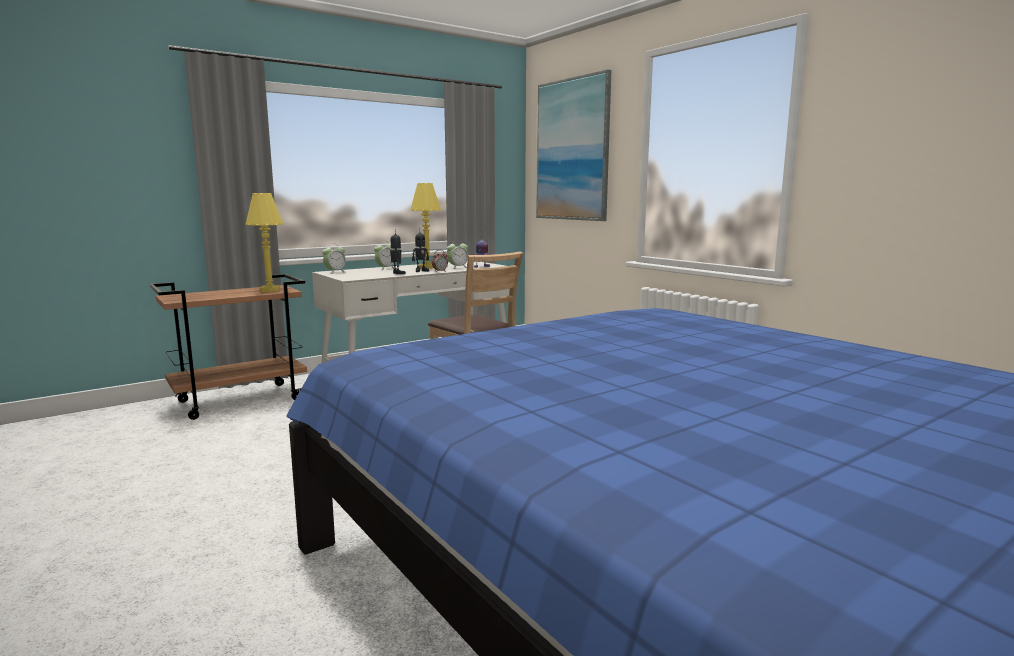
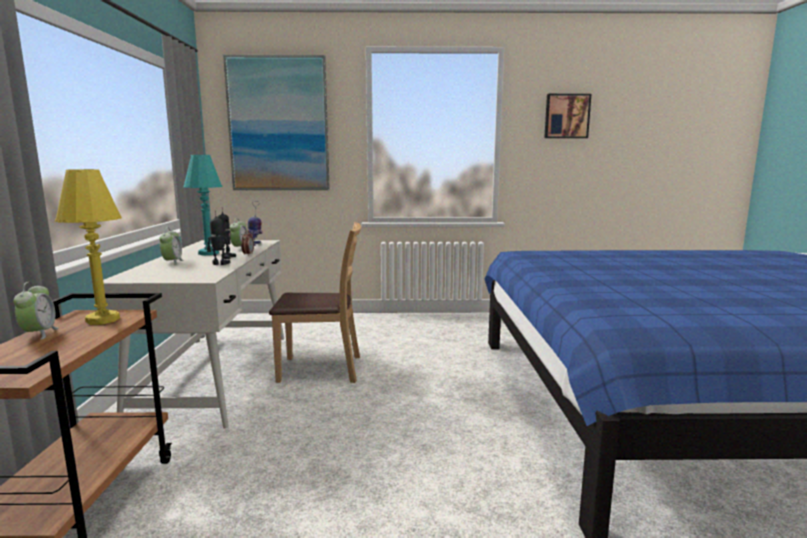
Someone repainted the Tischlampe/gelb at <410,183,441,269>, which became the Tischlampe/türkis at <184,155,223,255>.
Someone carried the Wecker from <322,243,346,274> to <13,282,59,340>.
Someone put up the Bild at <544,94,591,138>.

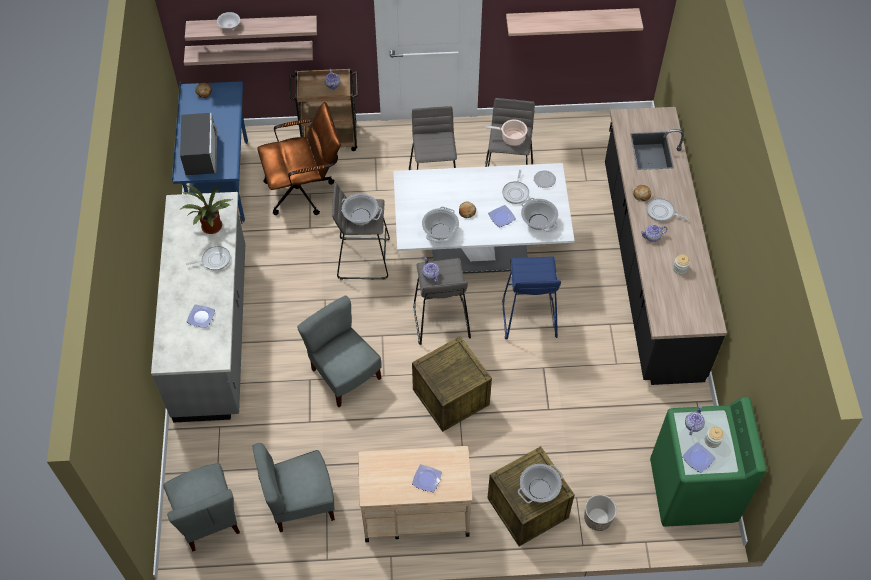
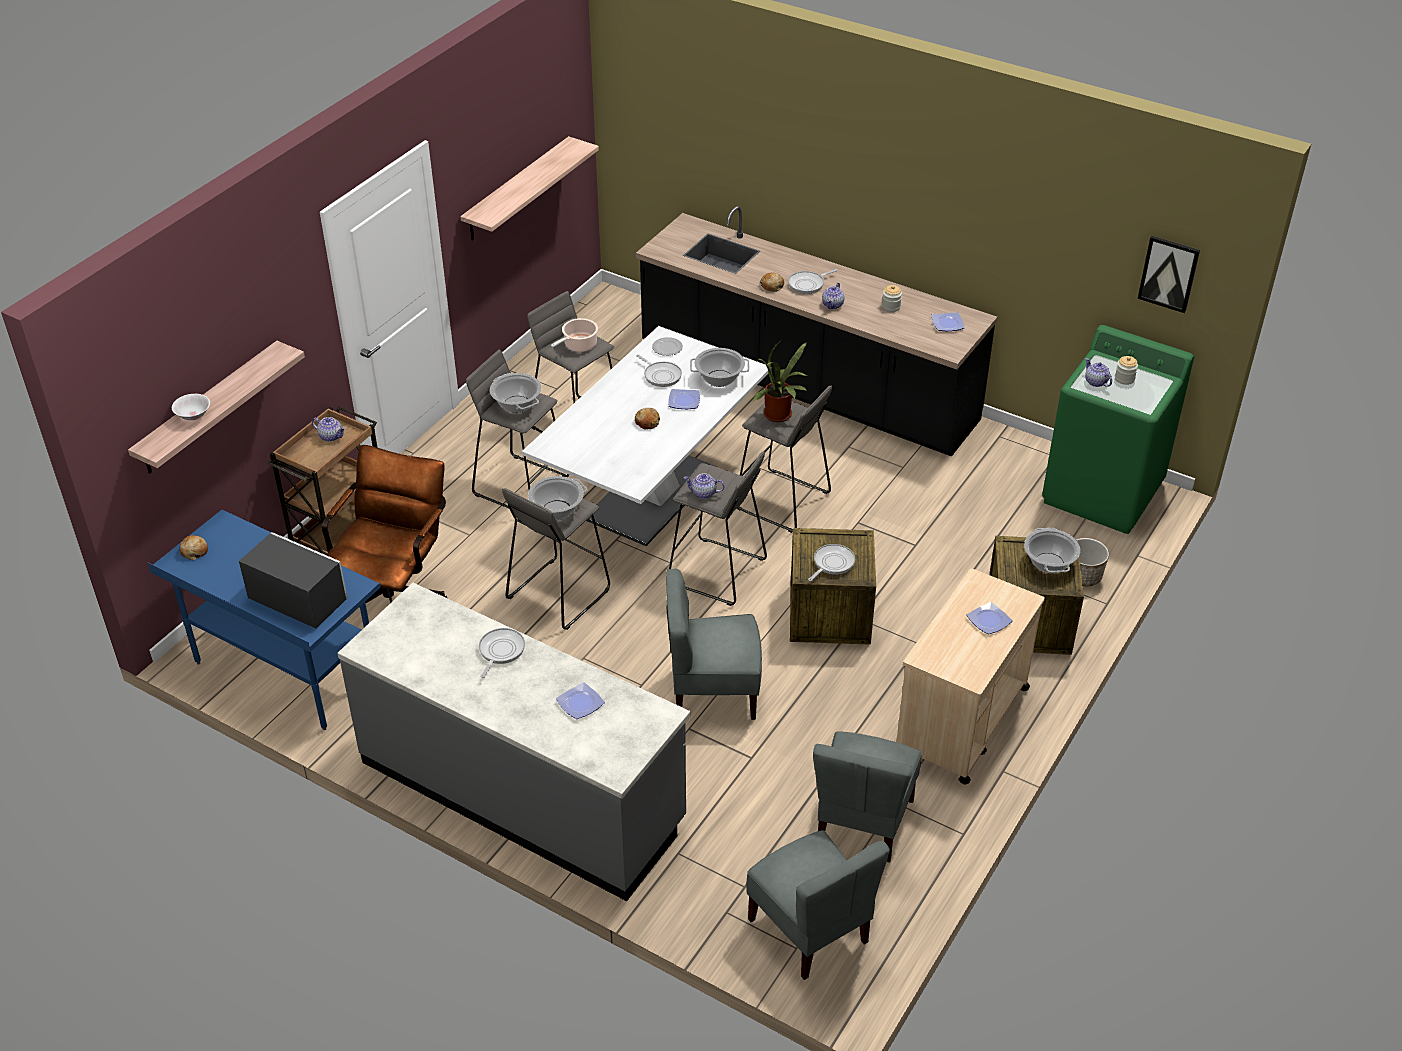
Someone took away the Wandregal at <184,41,313,66>.
Someone carried the Topfpflanze from <179,185,232,234> to <753,342,807,422>.
Someone carried the Kochtopf from <422,207,459,243> to <490,373,541,413>.
Someone repainted the Hocker/blau at <502,257,561,340>, which became the Hocker/grau at <737,386,832,533>.
Someone carried the Teller from <682,442,716,473> to <932,312,965,331>.
Someone rotated the Stuhl/grau at <163,463,240,552> by 45 degrees clockwise.
Someone put up the Bild at <1138,236,1200,313>.
Someone put down the Pfanne at <808,544,855,581>.

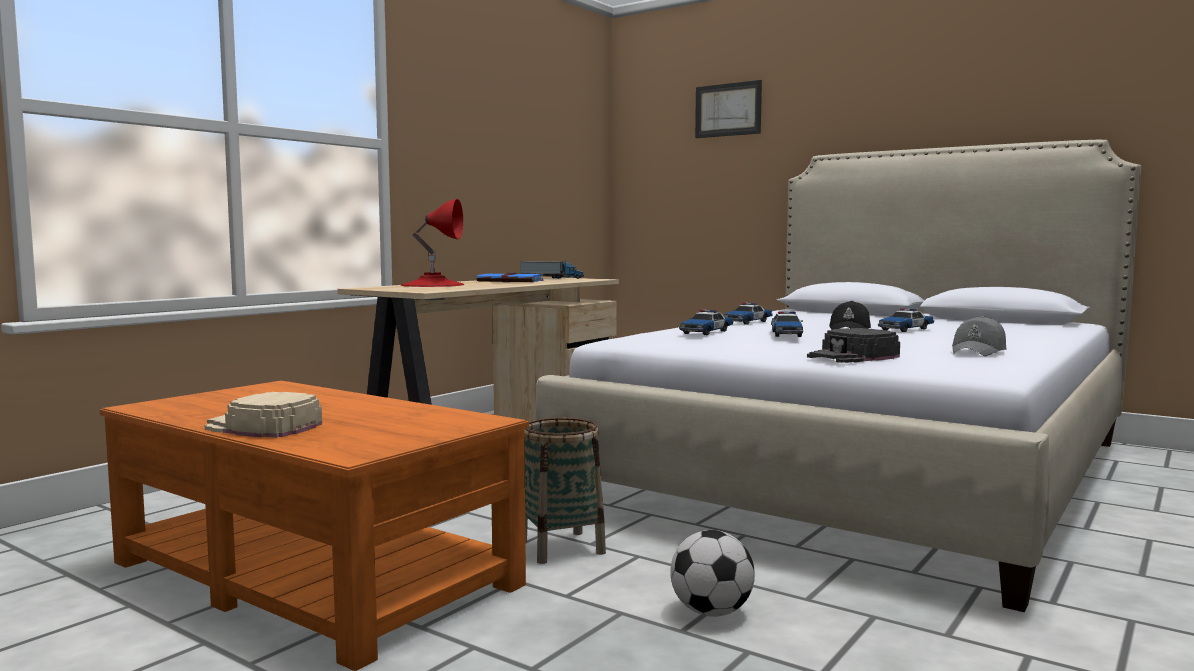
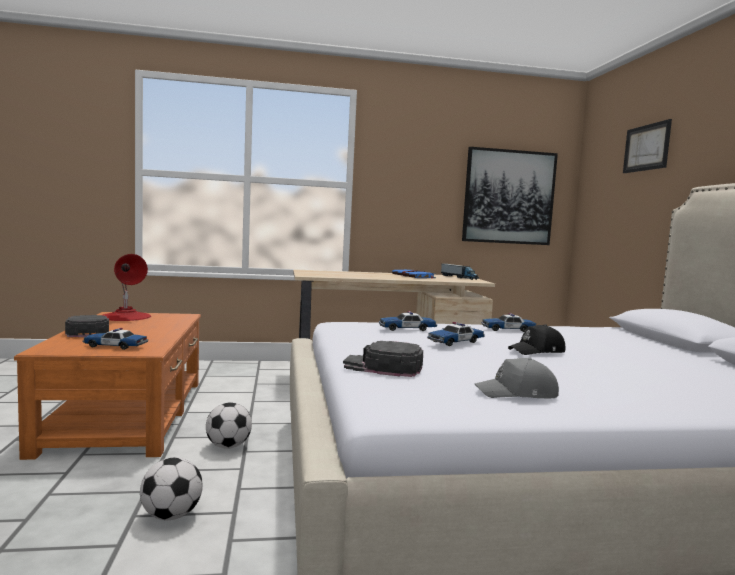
Someone carried the Tischlampe/rot from <401,199,464,287> to <103,254,151,321>.
Someone carried the Spielzeugauto from <878,308,934,332> to <82,328,148,350>.
Someone repainted the Kappe/beige at <204,392,322,438>, which became the Kappe/schwarz at <65,315,109,337>.
Someone swapped the Korb at <524,417,606,564> for the Fußball at <206,402,252,449>.
Someone put up the Bild at <462,147,558,245>.

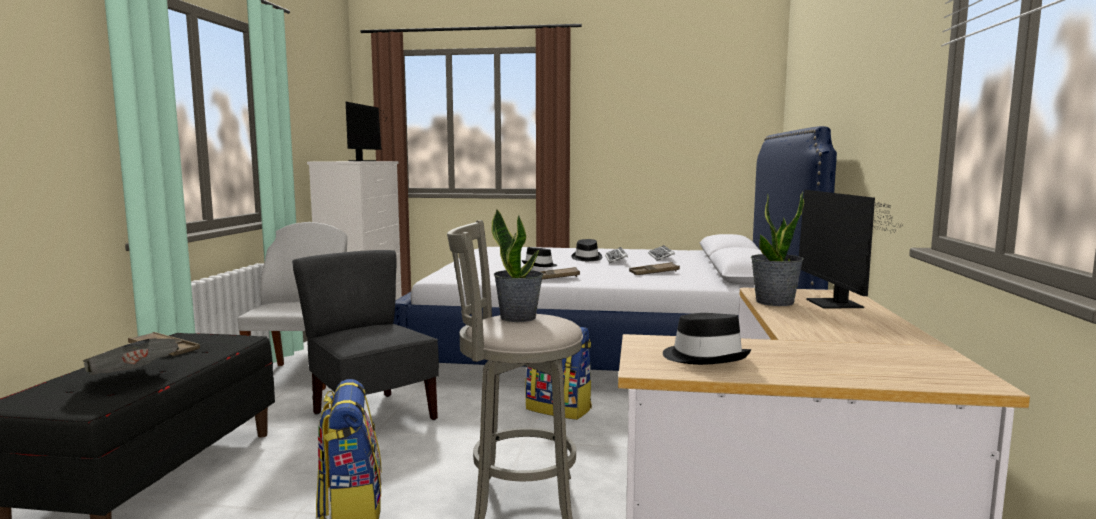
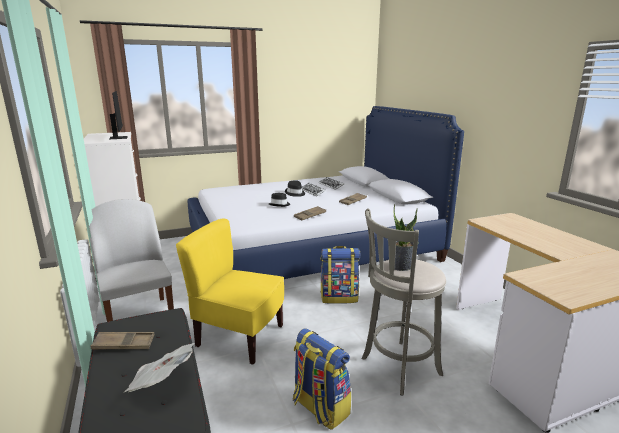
Someone took away the Monitor at <799,190,902,308>.
Someone took away the Topfpflanze at <751,192,804,306>.
Someone repainted the Stuhl/grau at <292,250,439,420>, which became the Stuhl/gelb at <176,219,284,365>.
Someone took away the Hut/schwarz at <663,313,751,365>.

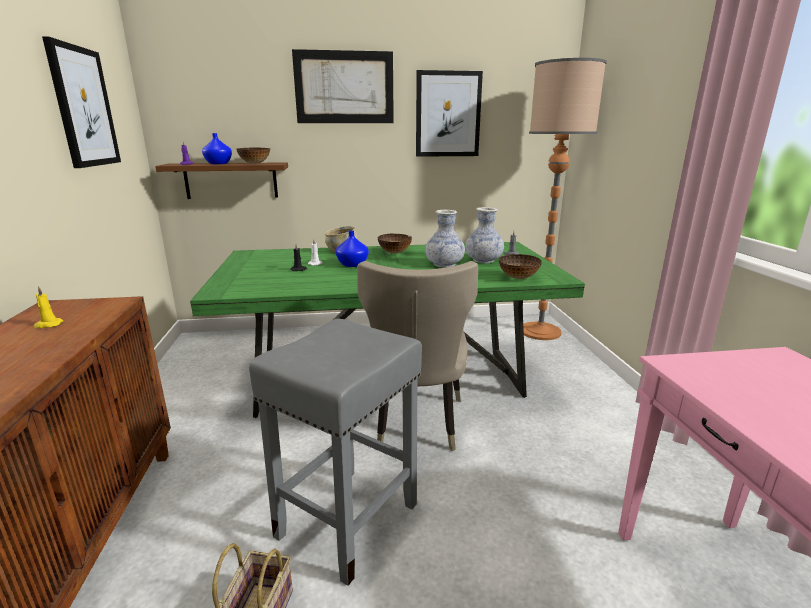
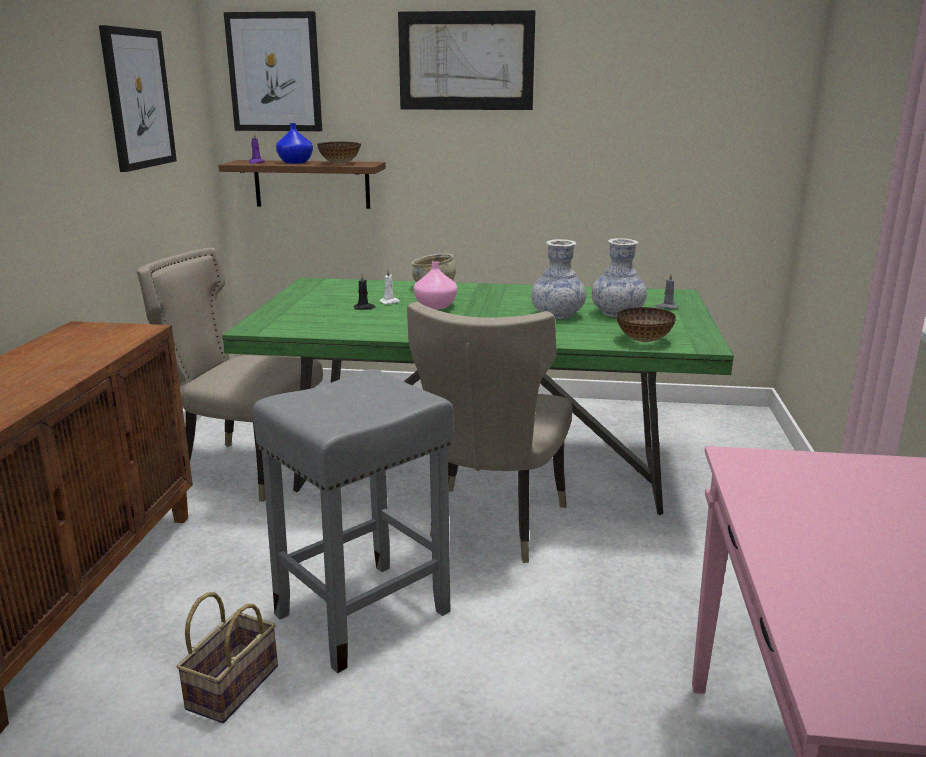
Someone took away the Stehlampe at <523,58,607,340>.
Someone carried the Bild from <416,70,483,157> to <224,11,322,131>.
Someone repainted the Vase/blau at <336,231,369,267>, which became the Vase/rosa at <414,261,457,310>.
Someone took away the Schüssel at <378,234,412,254>.
Someone took away the Kerze/gelb at <34,286,63,328>.
Someone put down the Stuhl/beige at <137,248,323,502>.

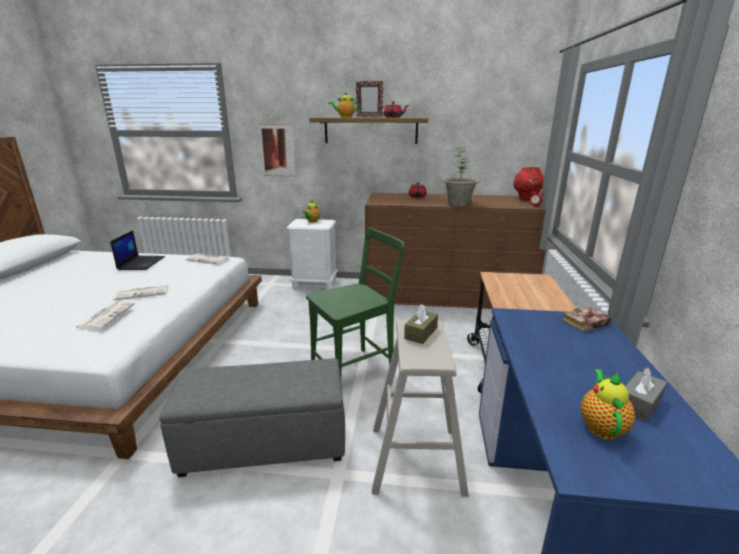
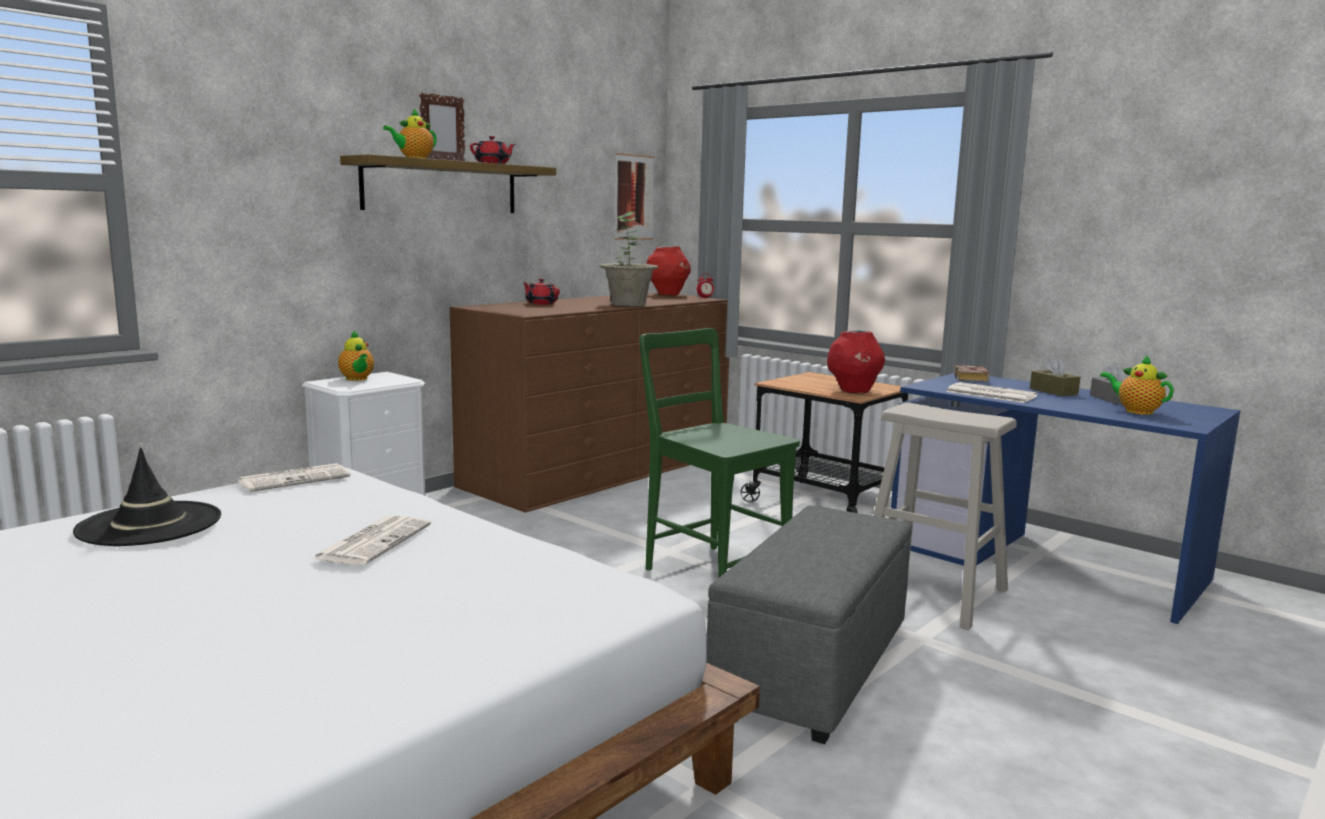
Someone carried the Bild from <259,124,295,177> to <614,153,654,240>.
Someone rotated the Stuhl/grün at <306,228,405,377> by 45 degrees counterclockwise.
Someone swapped the Laptop at <110,230,165,270> for the Hut/schwarz at <73,447,221,546>.
Someone carried the Zeitung from <75,302,135,329> to <946,382,1038,403>.
Someone carried the Taschentuchbox/braun from <404,304,438,344> to <1030,356,1080,396>.
Someone put down the Vase/rot at <827,330,885,393>.

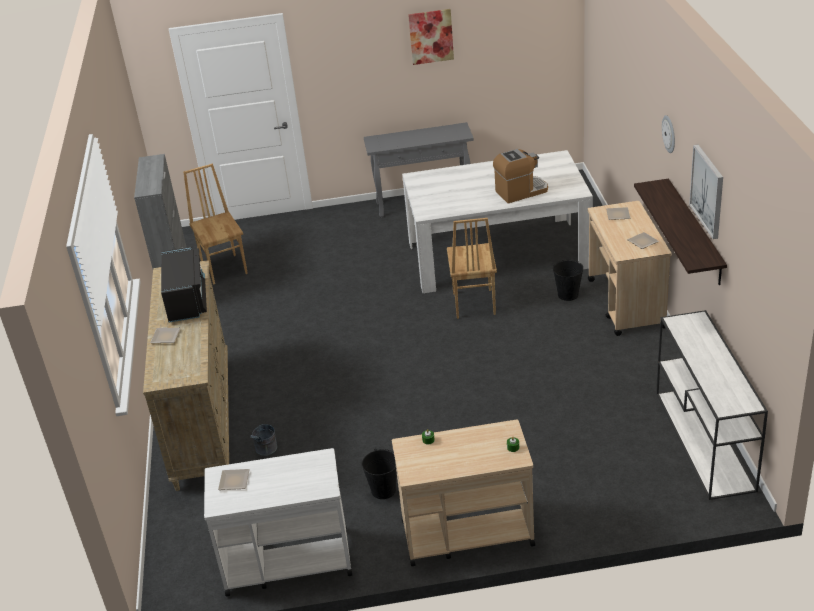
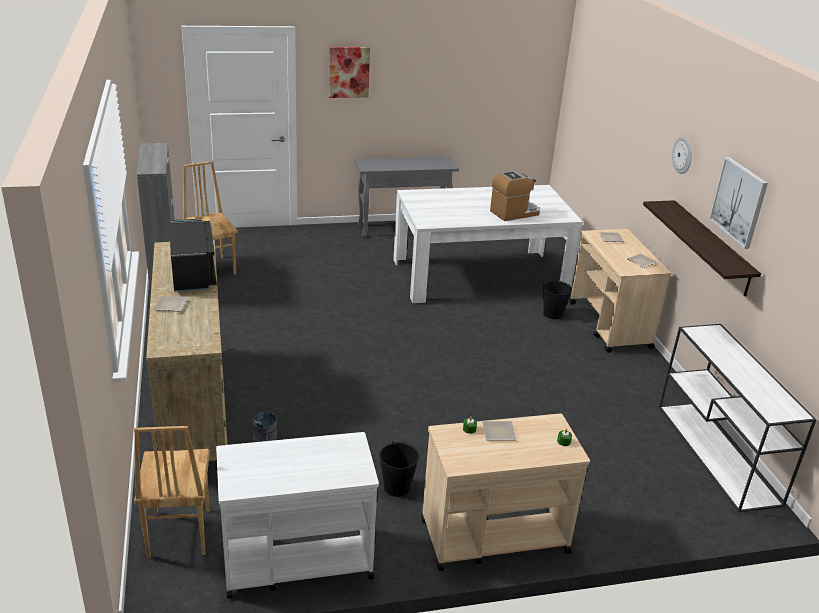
Someone carried the Bild from <408,9,454,65> to <329,47,370,98>.
Someone carried the Stuhl/braun from <447,218,497,319> to <134,426,210,558>.
Someone carried the Teller from <218,469,250,490> to <482,421,516,441>.

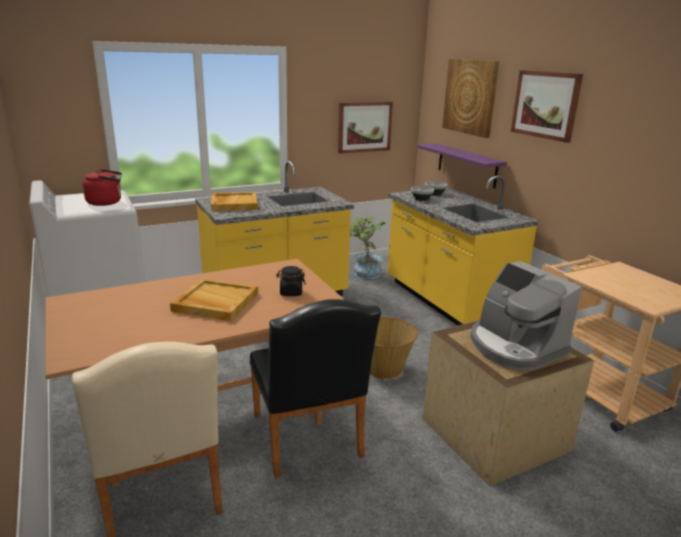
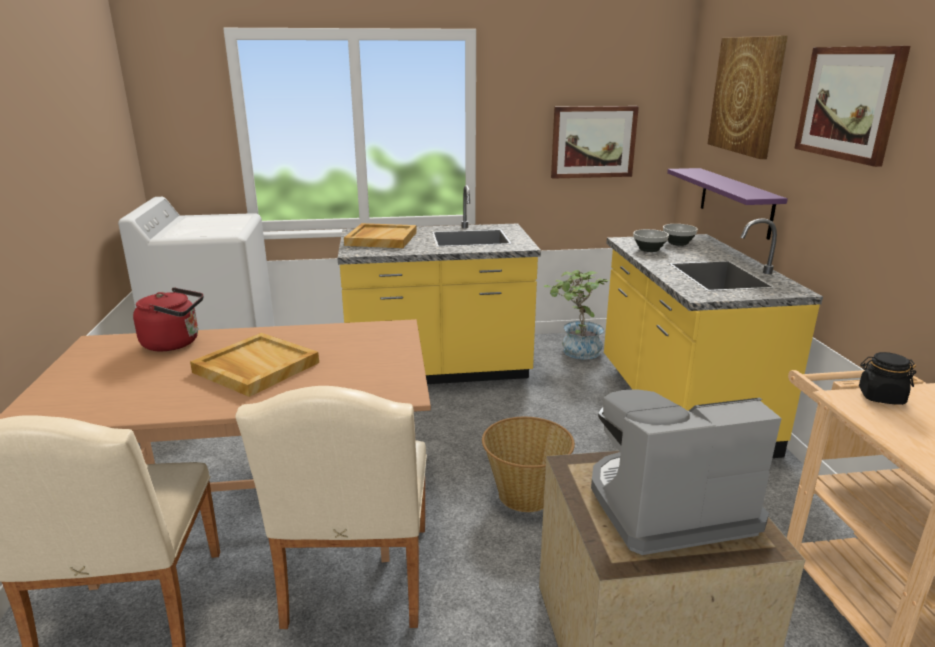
Someone carried the Wasserkessel/rot from <82,169,122,206> to <133,287,204,351>.
Someone rotated the Kaffeemaschine at <470,261,582,370> by 90 degrees clockwise.
Someone carried the Vorratsglas/schwarz from <276,266,305,296> to <859,352,916,405>.
Someone repainted the Stuhl/schwarz at <250,299,381,478>, which became the Stuhl/beige at <235,386,427,629>.

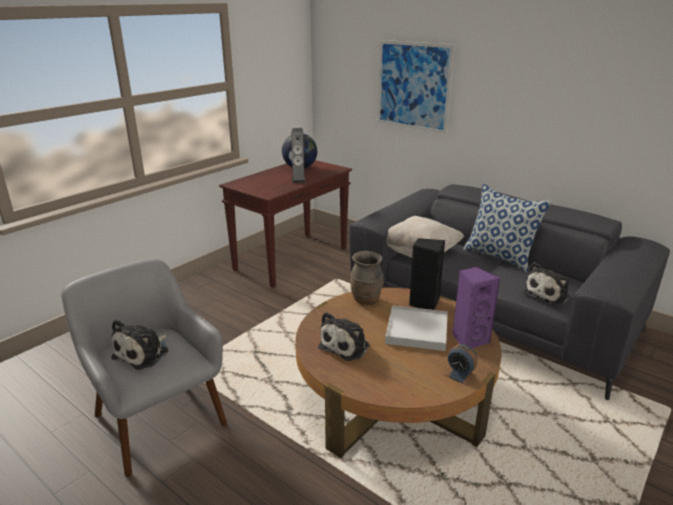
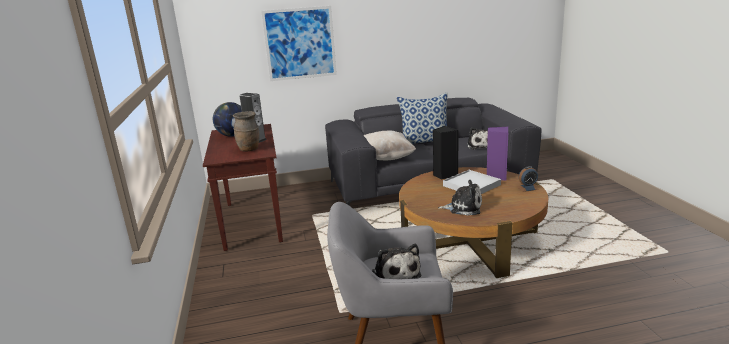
Someone carried the Vase/braun from <350,251,383,305> to <233,111,259,152>.
Someone rotated the Plüschtier at <318,312,370,361> by 60 degrees counterclockwise.

